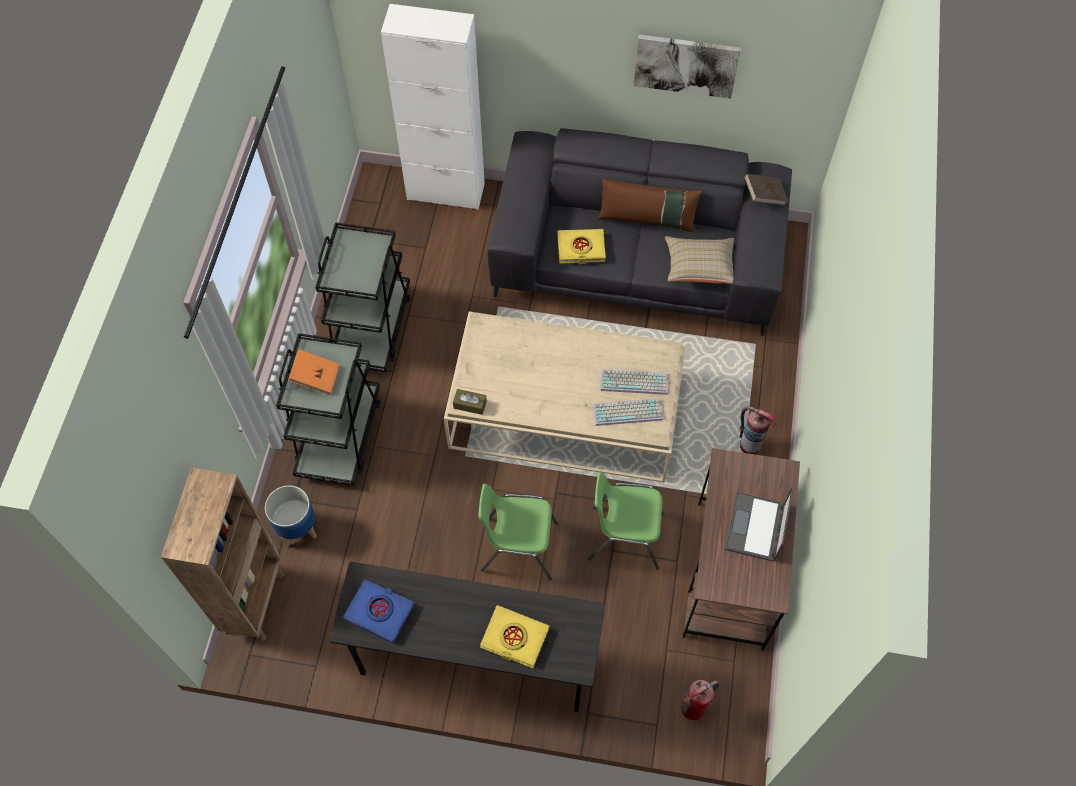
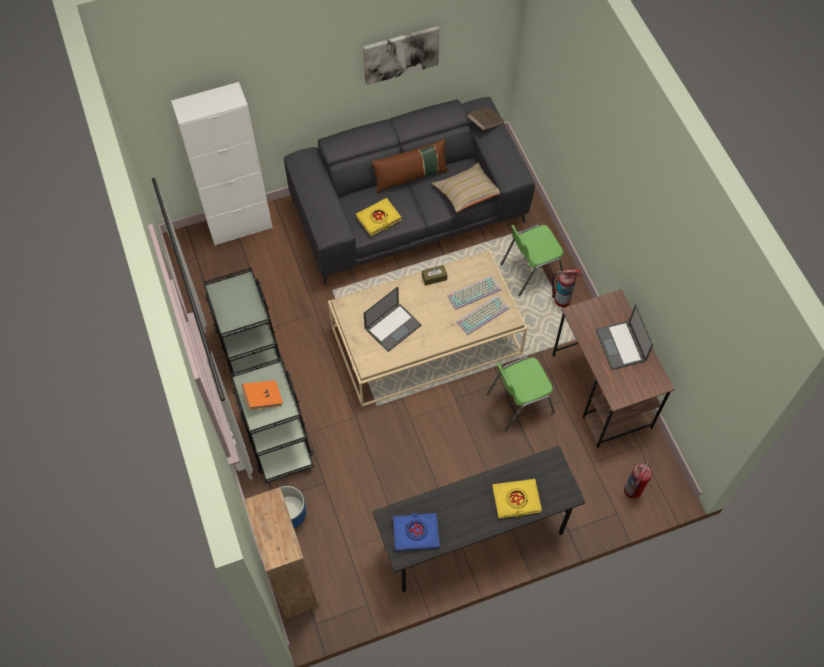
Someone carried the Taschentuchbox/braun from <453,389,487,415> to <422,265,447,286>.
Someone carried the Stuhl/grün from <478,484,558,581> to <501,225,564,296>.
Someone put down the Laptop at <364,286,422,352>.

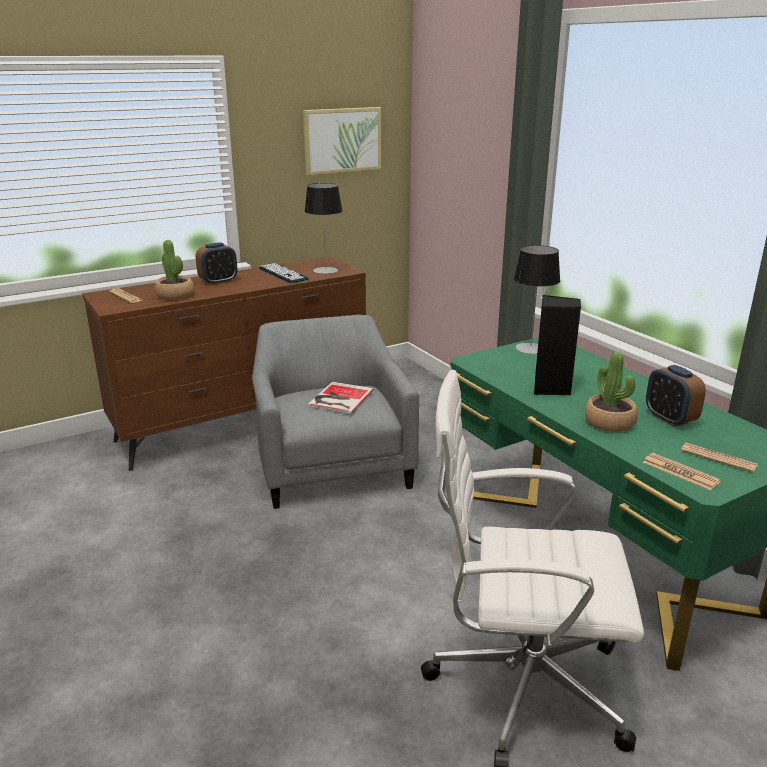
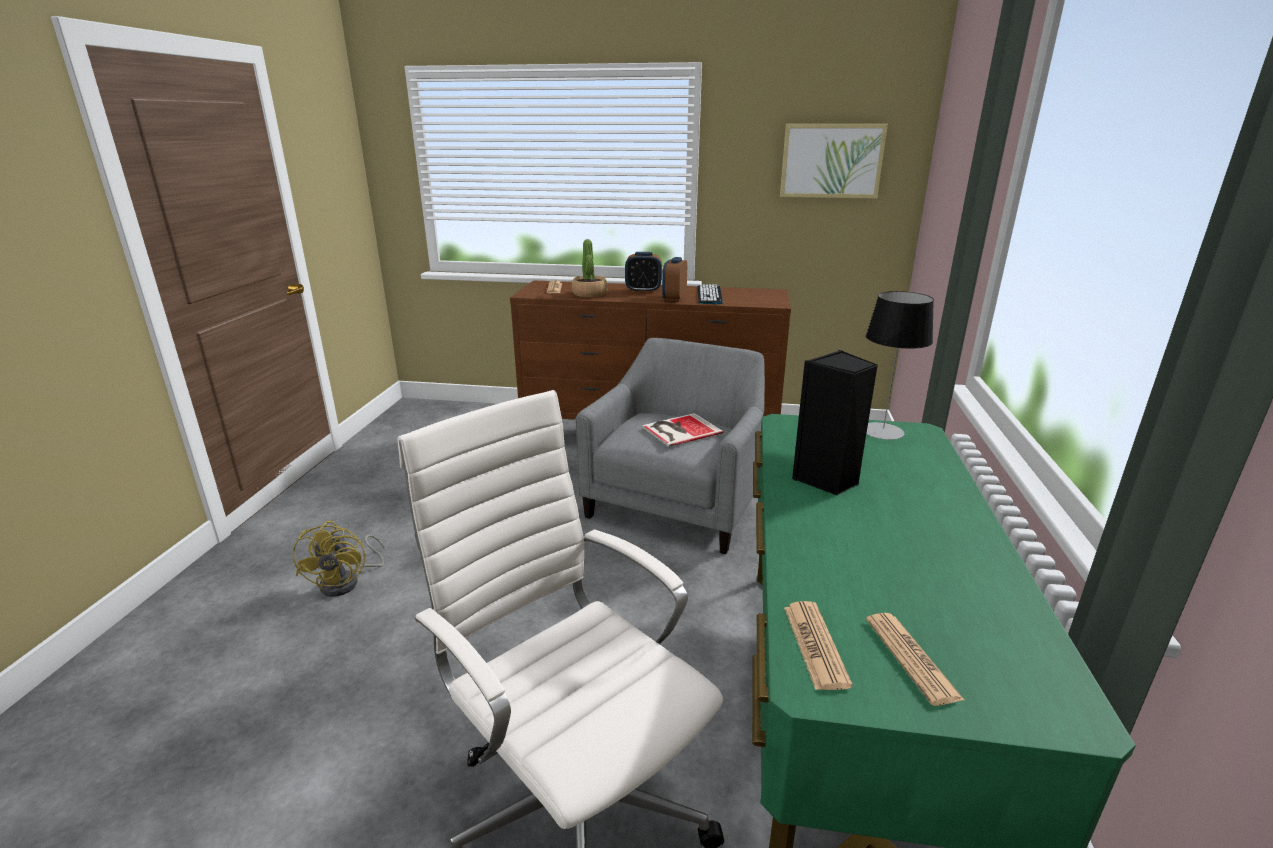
Someone took away the Tischlampe at <305,183,342,274>.
Someone took away the Topfpflanze at <585,352,638,432>.
Someone carried the Wecker from <646,365,706,427> to <662,257,687,301>.
Someone put down the Ventilator/gelb at <293,521,385,597>.

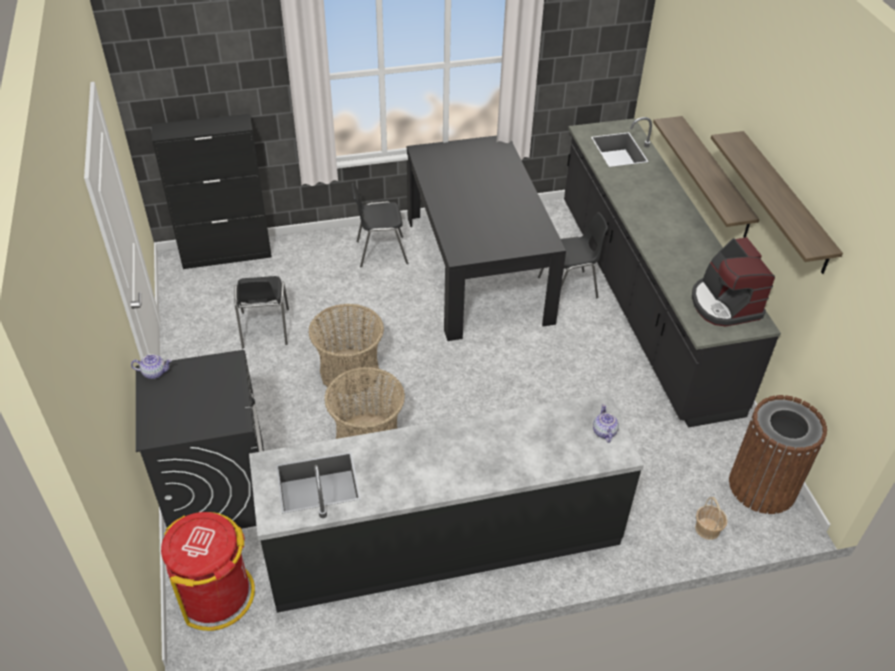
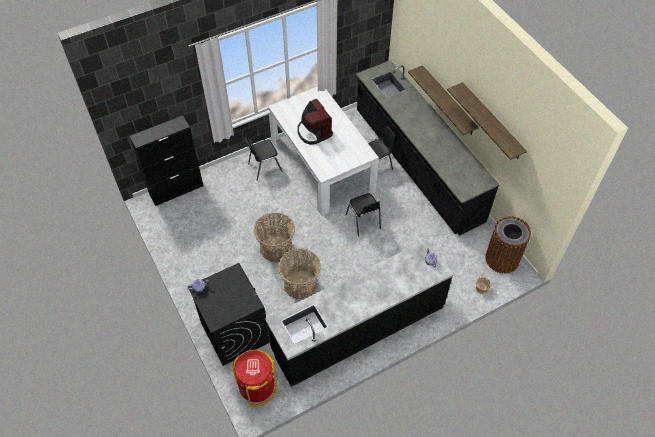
Someone repainted the Esstisch/schwarz at <406,136,566,341>, which became the Esstisch/weiß at <268,86,379,216>.
Someone carried the Kaffeemaschine from <692,237,775,326> to <297,99,333,145>.
Someone carried the Stuhl/schwarz from <234,276,289,348> to <346,193,381,237>.

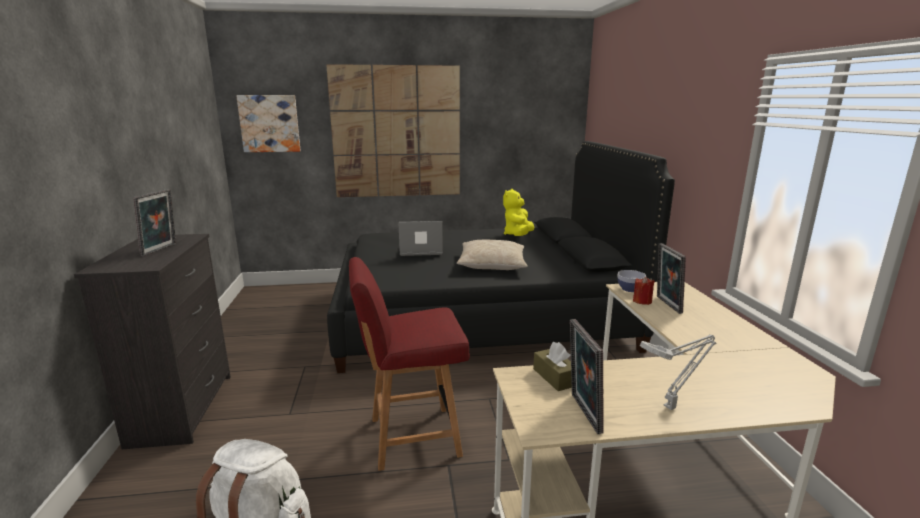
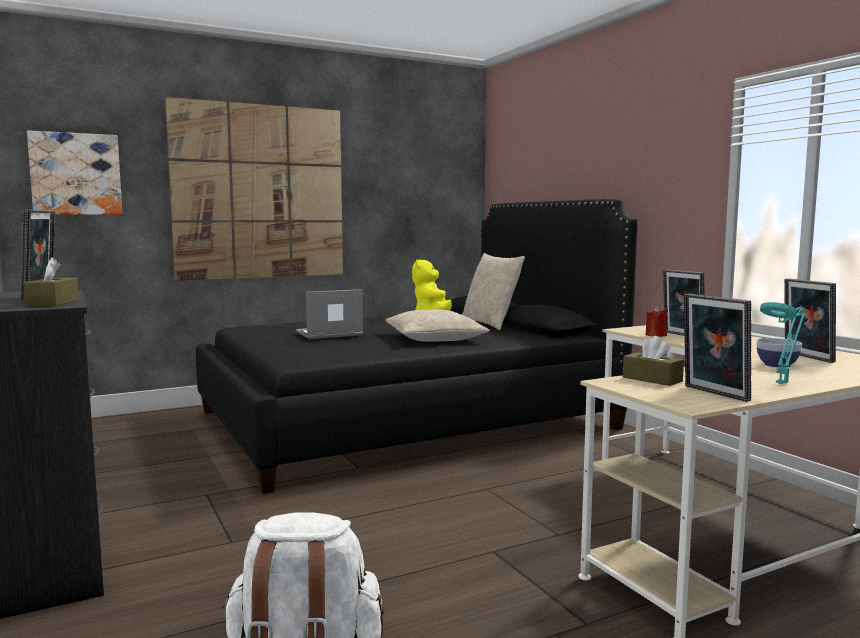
Someone took away the Stuhl/rot at <349,257,470,471>.
Someone carried the Schüssel from <618,270,646,292> to <757,338,802,368>.
Someone repainted the Tischlampe/grau at <640,334,716,410>, which became the Tischlampe/türkis at <760,302,805,384>.
Someone put down the Kissen/beige at <462,253,525,330>.
Someone put down the Taschentuchbox/braun at <24,257,79,307>.
Someone put down the Bilderrahmen at <784,278,836,363>.

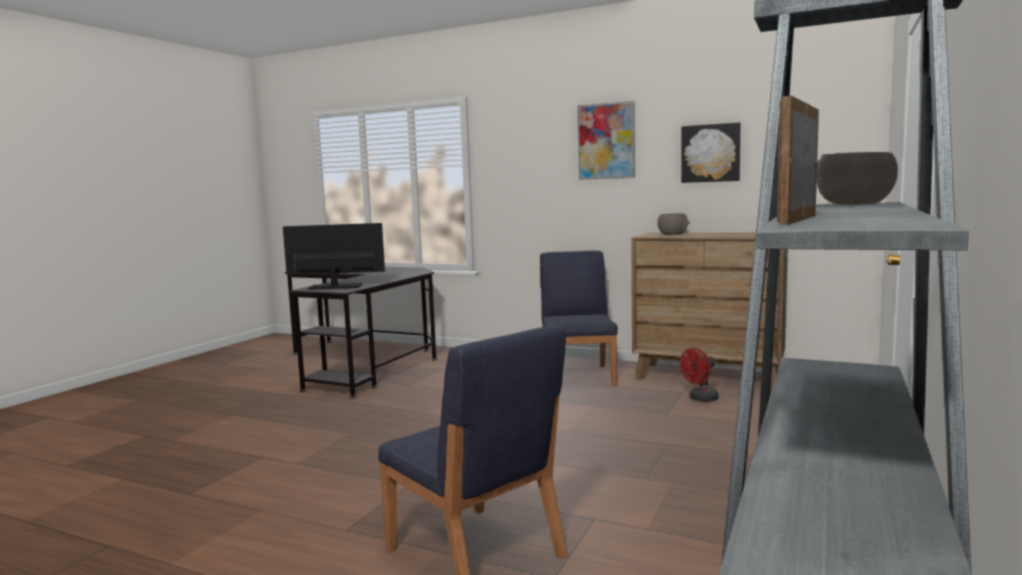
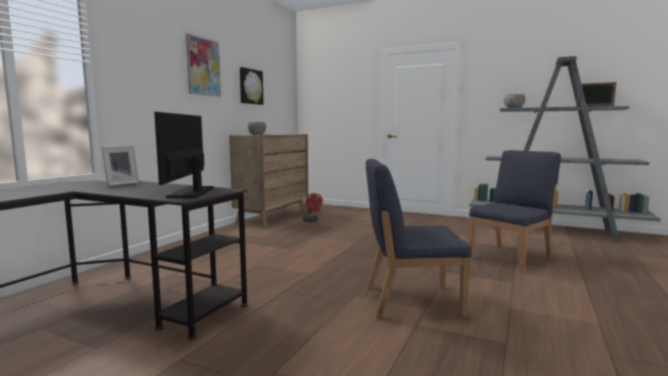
Someone carried the Stuhl/blau from <540,250,618,386> to <366,159,472,318>.
Someone put down the Bilderrahmen at <101,146,139,186>.

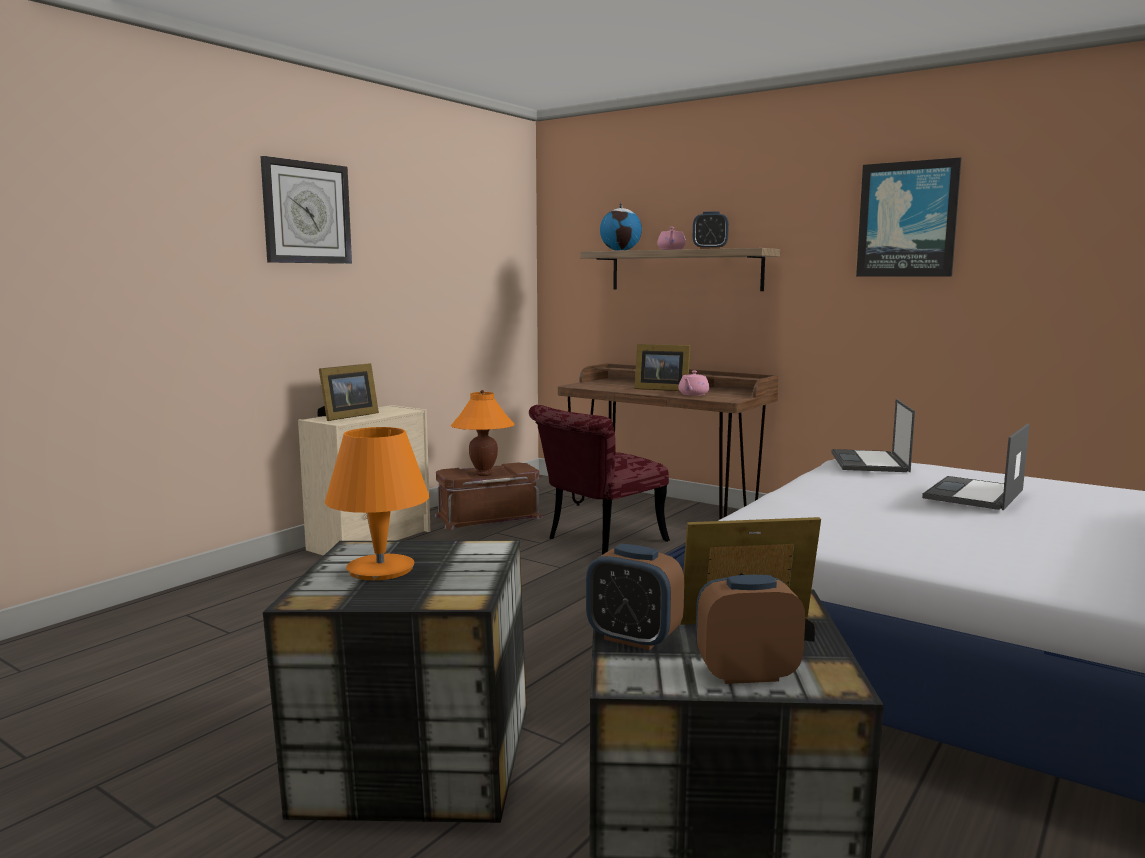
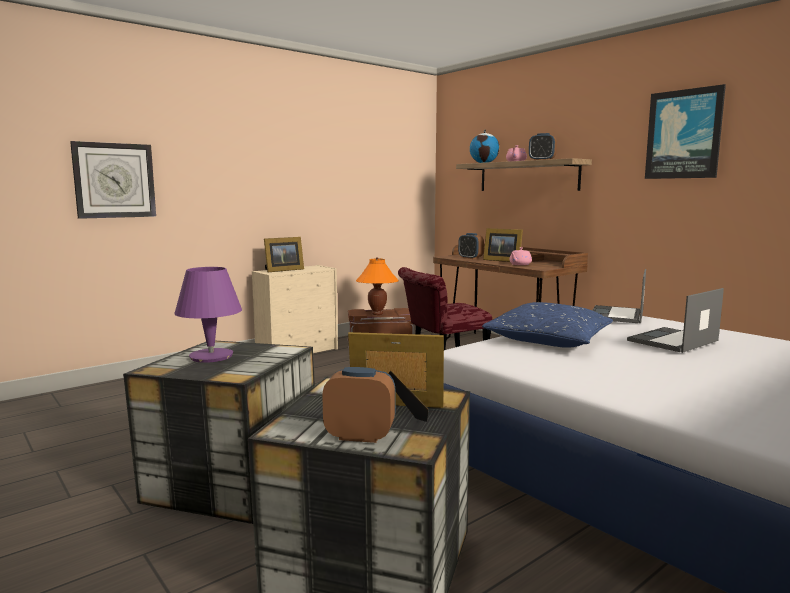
Someone carried the Wanduhr from <260,156,352,264> to <70,141,156,219>.
Someone repainted the Tischlampe/orange at <325,427,429,580>, which became the Tischlampe/lila at <174,267,242,363>.
Someone carried the Wecker from <586,544,684,650> to <458,233,484,259>.
Someone put down the Kissen/blau at <482,302,613,348>.

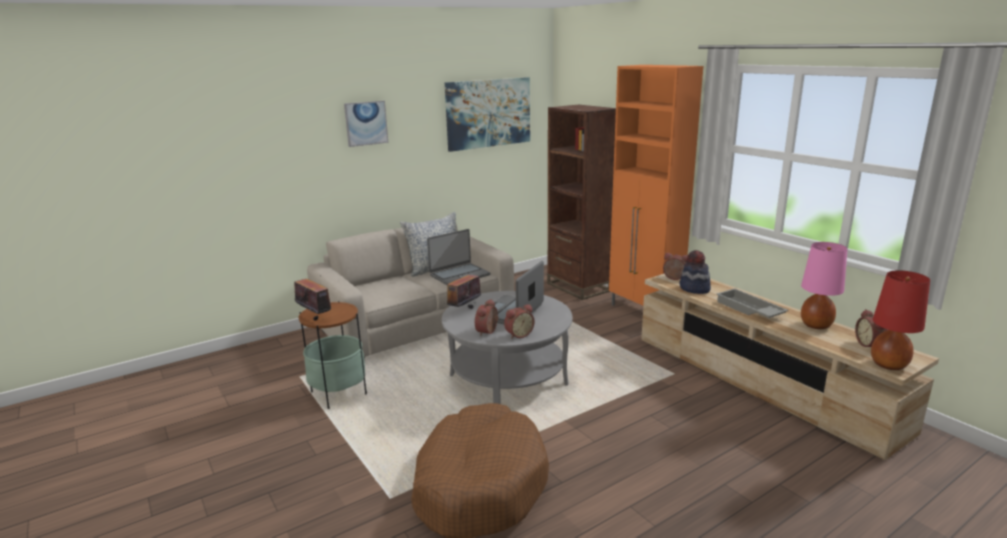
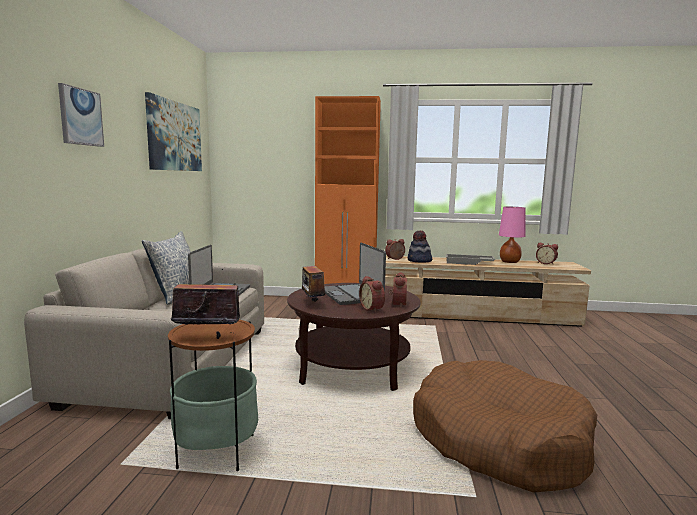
Someone took away the Bücherregal/braun at <547,105,616,300>.
Someone took away the Tischlampe/rot at <871,270,930,370>.
Someone repainted the Couchtisch/grau at <442,291,573,404>, which became the Couchtisch/braun at <287,283,420,391>.

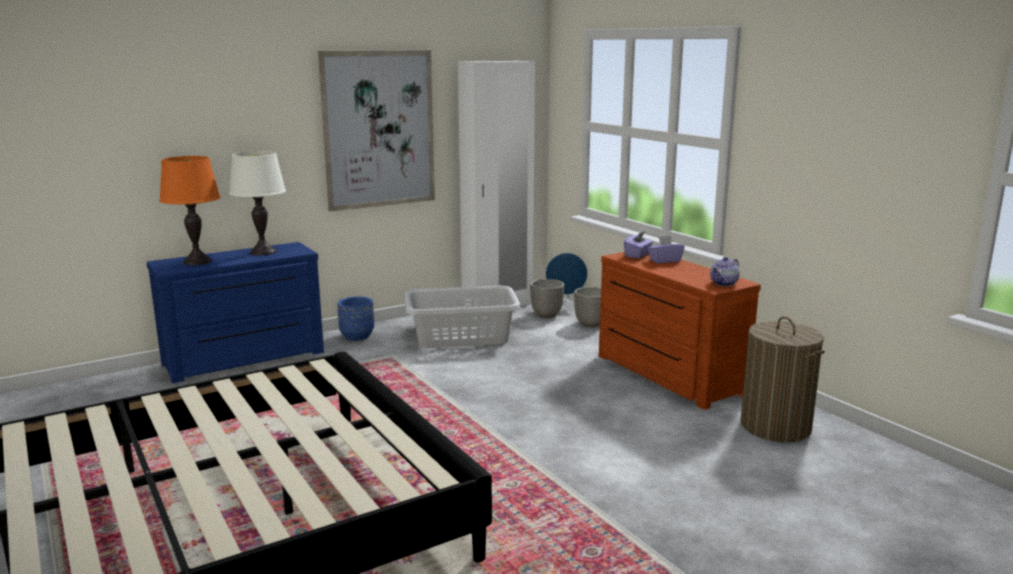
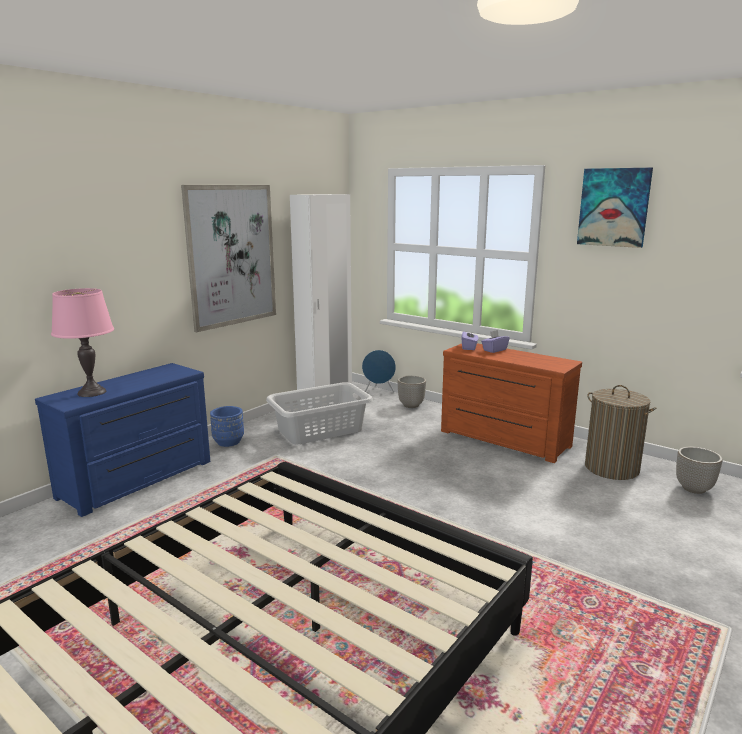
Someone took away the Tischlampe/weiß at <229,151,286,255>.
Someone repainted the Tischlampe/orange at <159,156,221,265>, which became the Tischlampe/rosa at <51,288,114,397>.
Someone took away the Teekanne at <710,257,740,286>.
Someone carried the Pflanzkübel from <530,279,564,318> to <676,447,722,494>.
Someone put up the Bild at <577,168,653,248>.

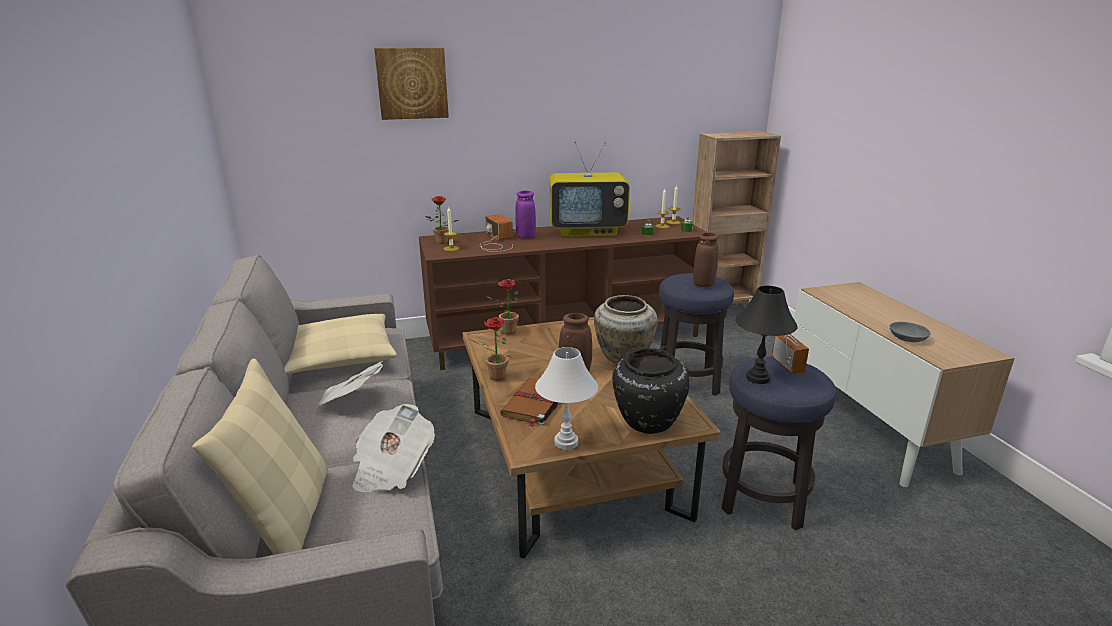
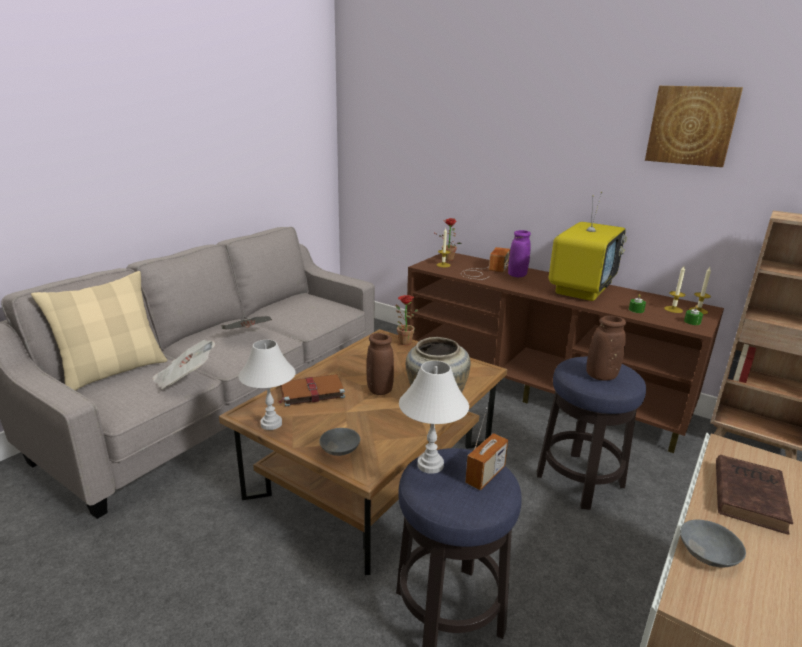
Someone carried the Bild from <374,48,449,120> to <645,86,743,167>.
Someone rotated the Fernseher at <549,141,630,237> by 105 degrees counterclockwise.
Someone repainted the Tischlampe/schwarz at <735,286,798,384>, which became the Tischlampe/weiß at <399,361,469,474>.
Someone took away the Kissen/beige at <284,314,397,374>.
Someone took away the Topfpflanze at <470,317,511,381>.
Someone swapped the Vase/schwarz at <612,348,690,434> for the Schüssel/grau at <320,428,360,456>.
Someone put down the Buch/braun at <716,455,793,534>.

